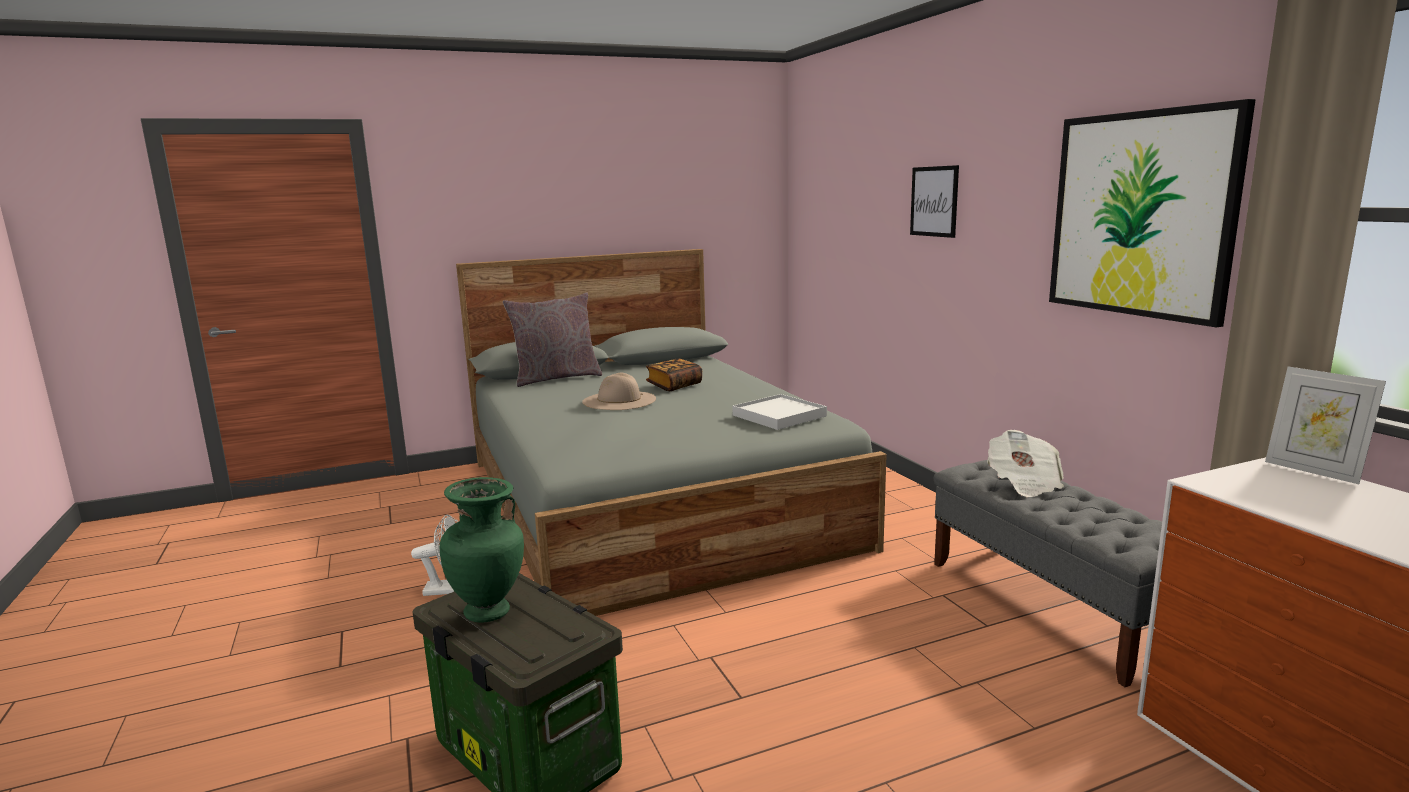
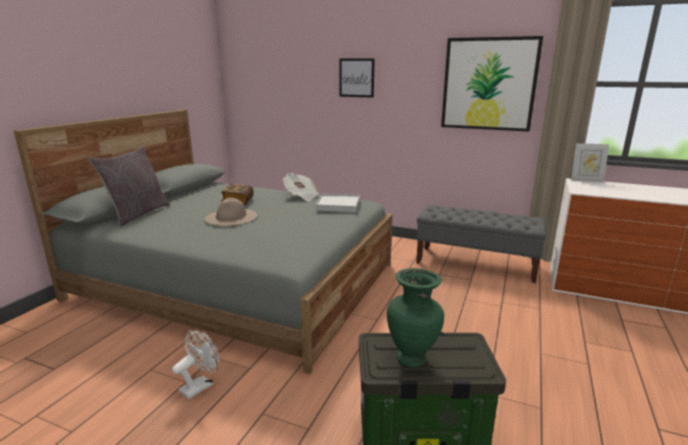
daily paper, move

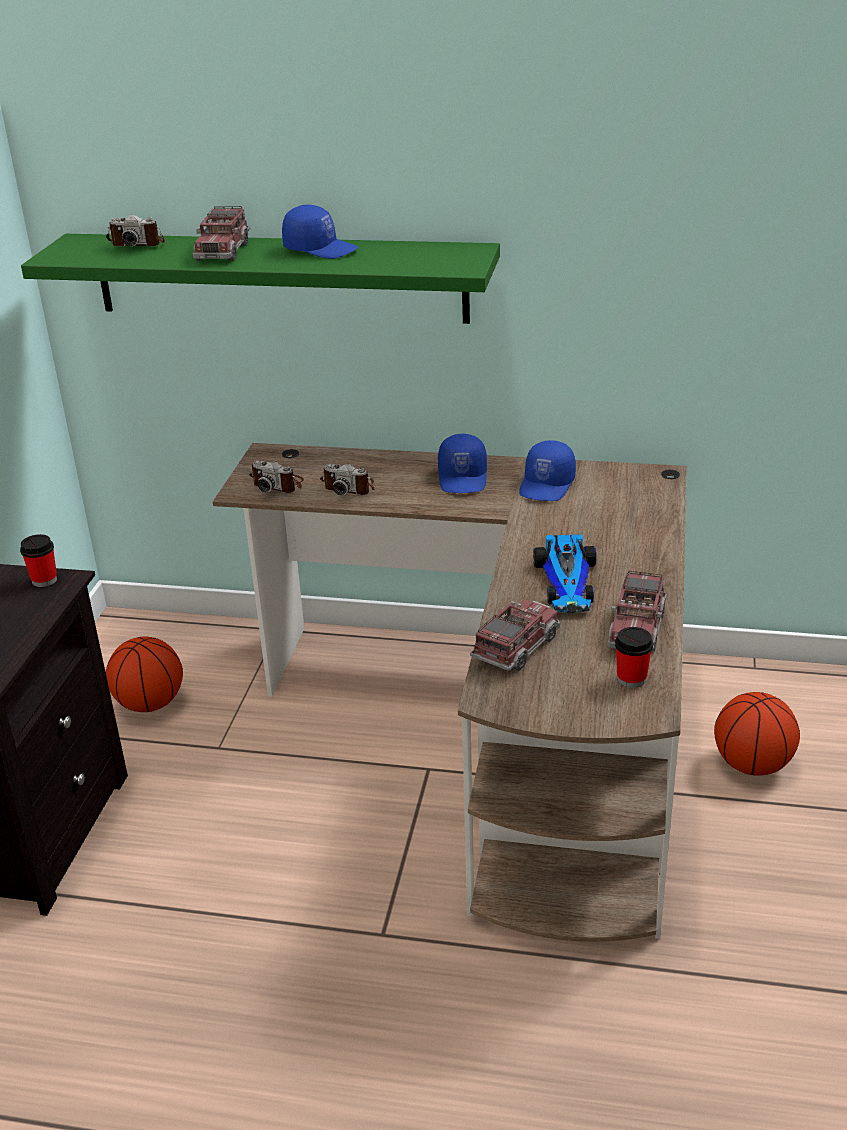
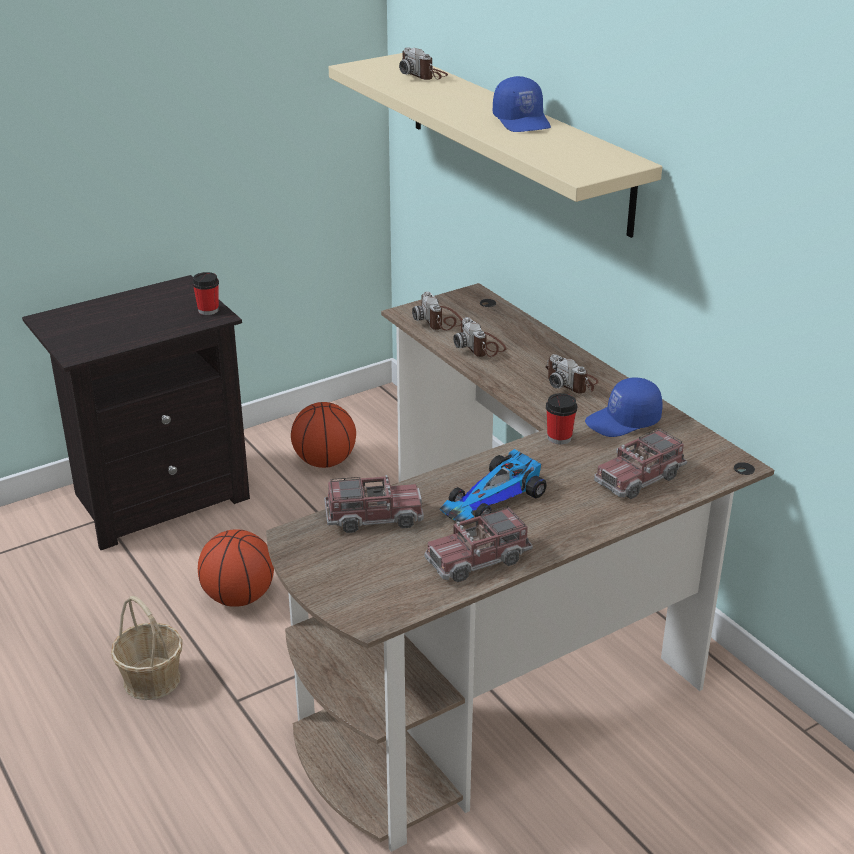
none -> storage basket
toy lorry (1st from left in the first image) -> toy lorry (3rd from left), move
small cup (2nd from left), move
ball for basketball (2nd from left in the first image) -> ball for basketball (1st from left), move
cap/bluish (2nd from left) -> photo camera (4th from left)
wall shelf/green -> wall shelf/beige-coloured

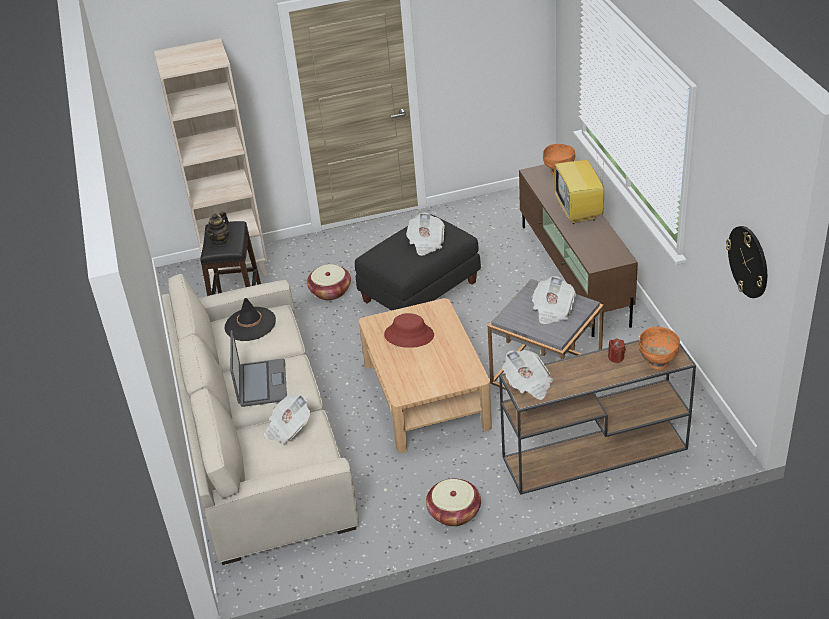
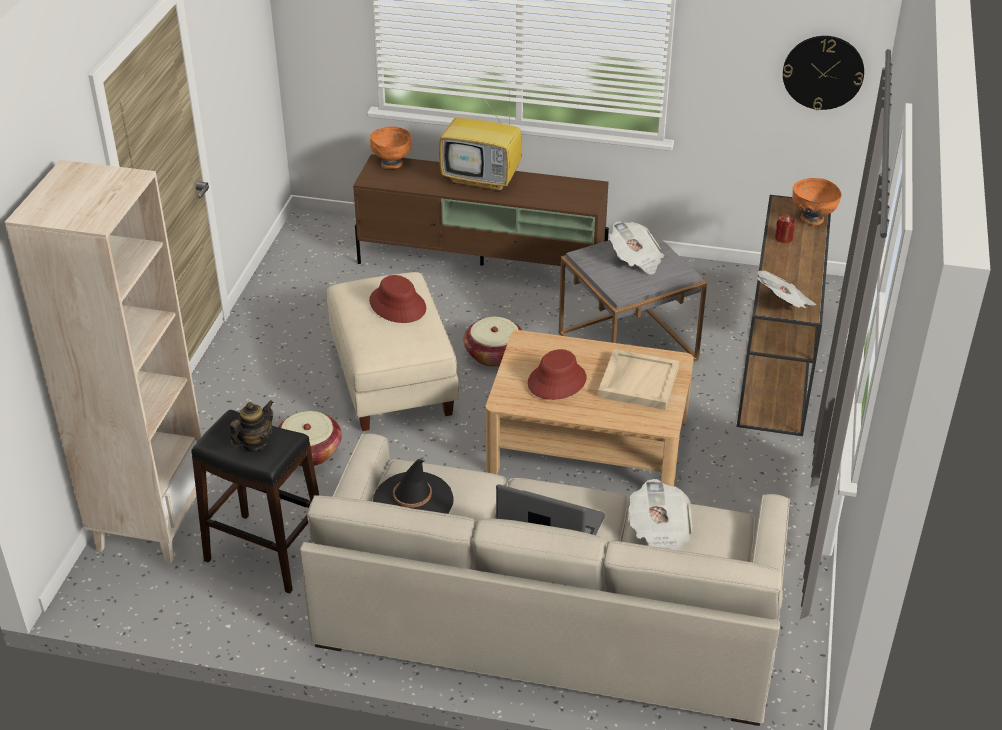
none -> tray/beige-coloured
storage basket (2nd from left), move
daily paper (2nd from left) -> hat/reddish (1st from left)
footrest/black-coloured -> footrest/beige-coloured
tea pot, 105 degrees counterclockwise

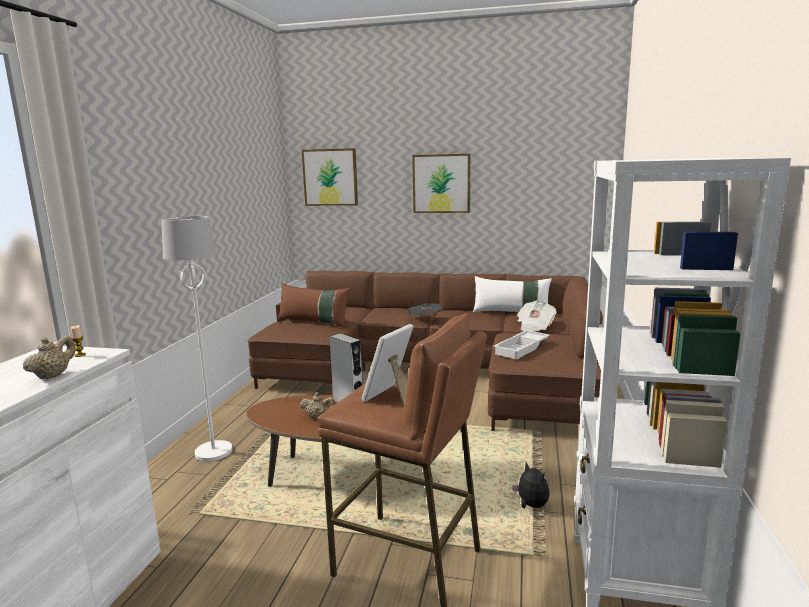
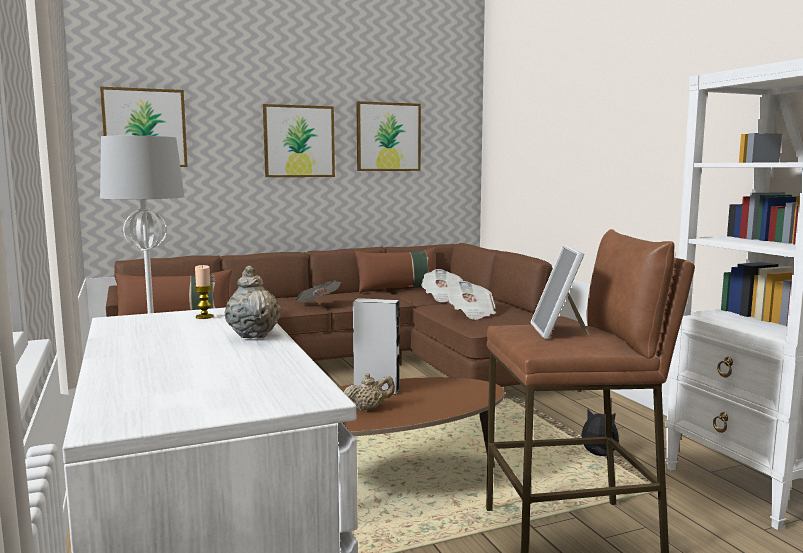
none -> picture (3rd from left)
tray/whitish -> daily paper (3rd from left)
cushion/whitish -> cushion/brown-coloured (2nd from left)

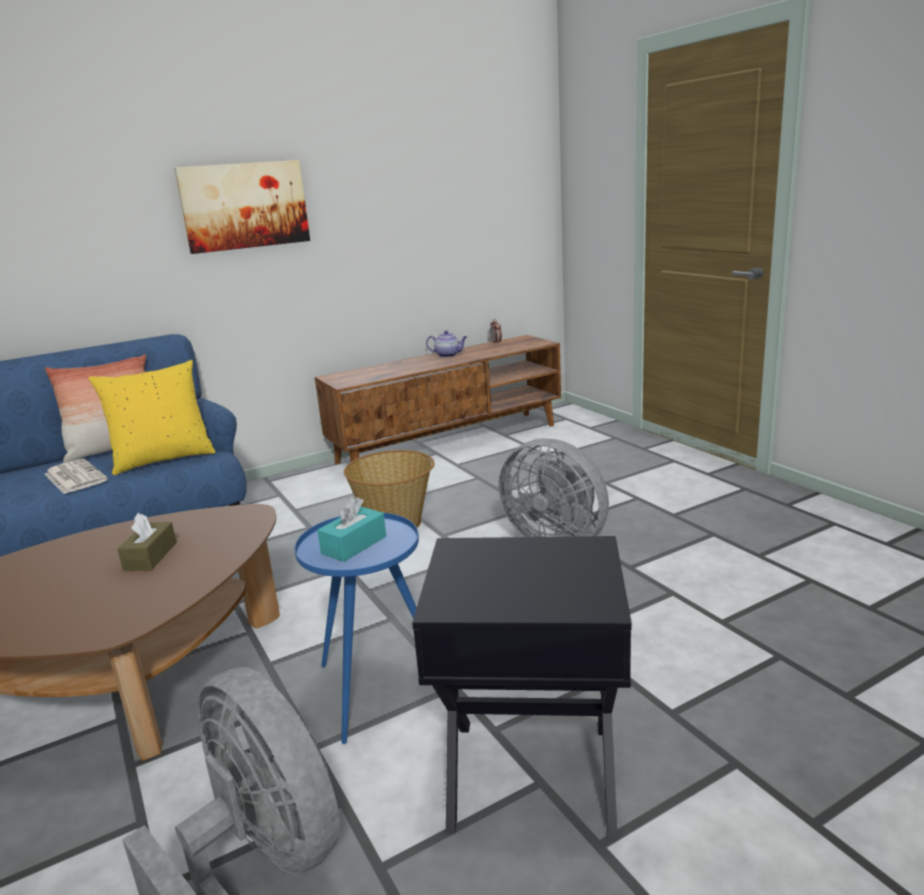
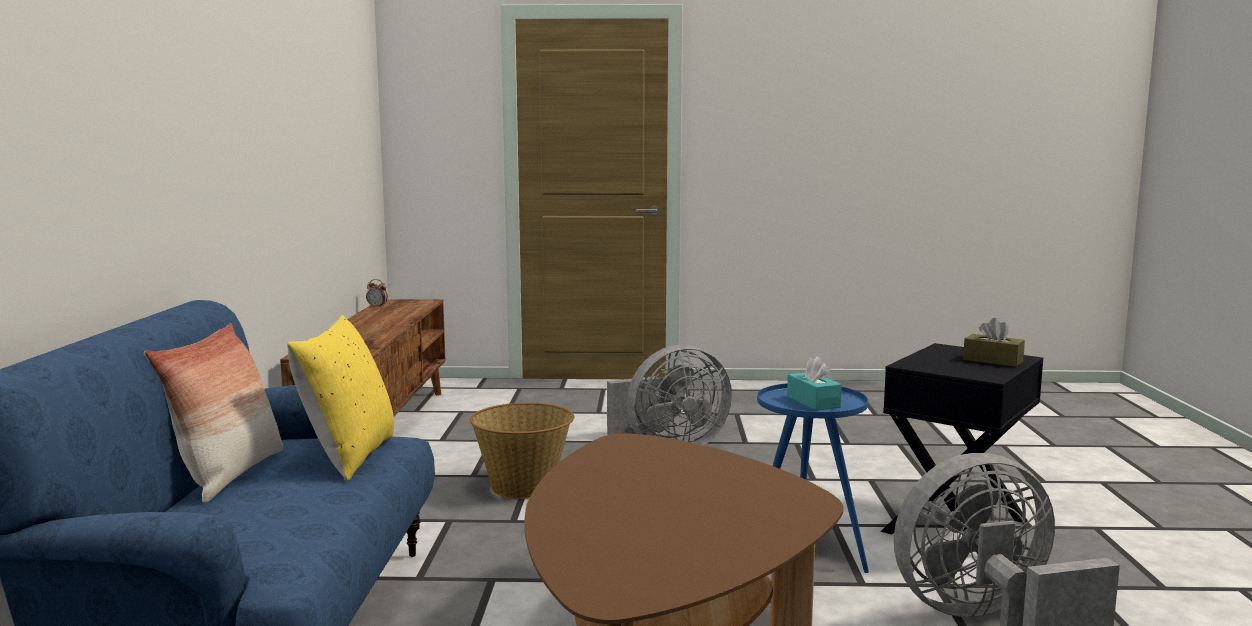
daily paper -> none
picture -> none
tea pot -> none
tissue box/brown-coloured, move

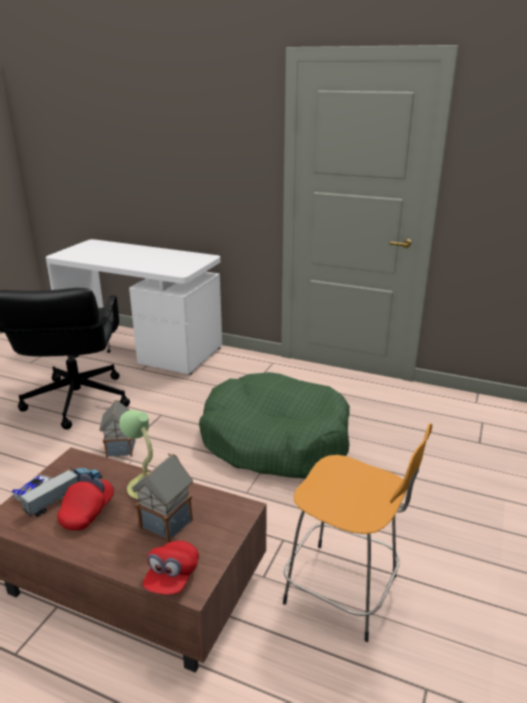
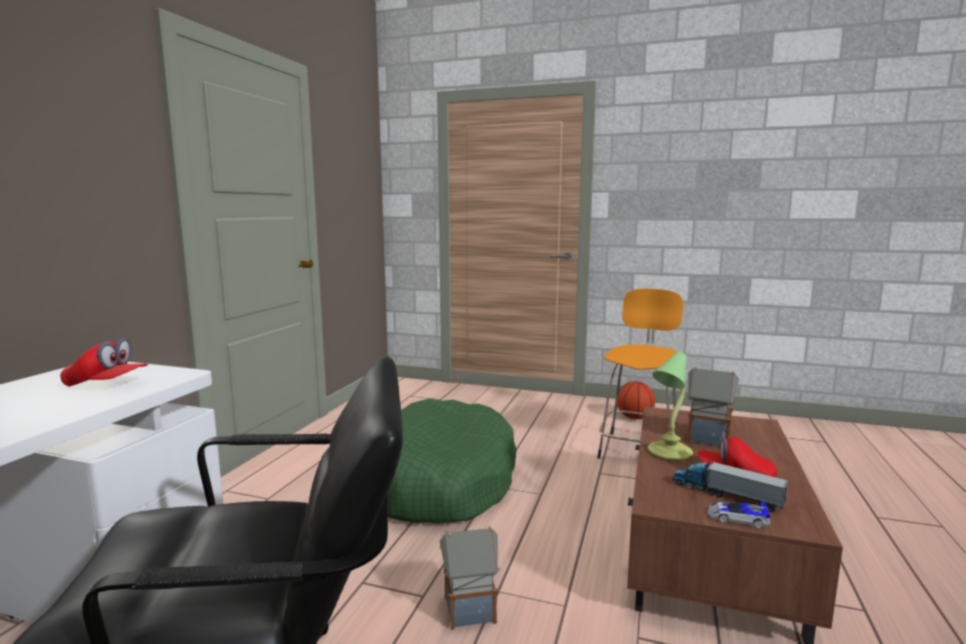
none -> ball for basketball
cap/reddish (2nd from left in the first image) -> cap/reddish (1st from left), move

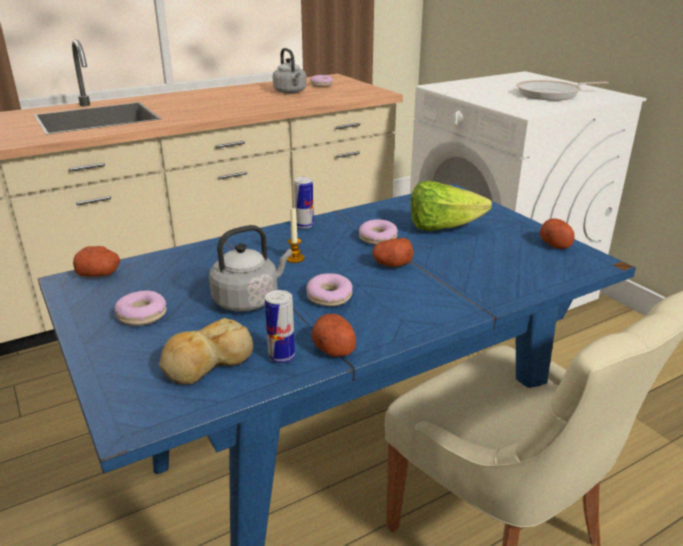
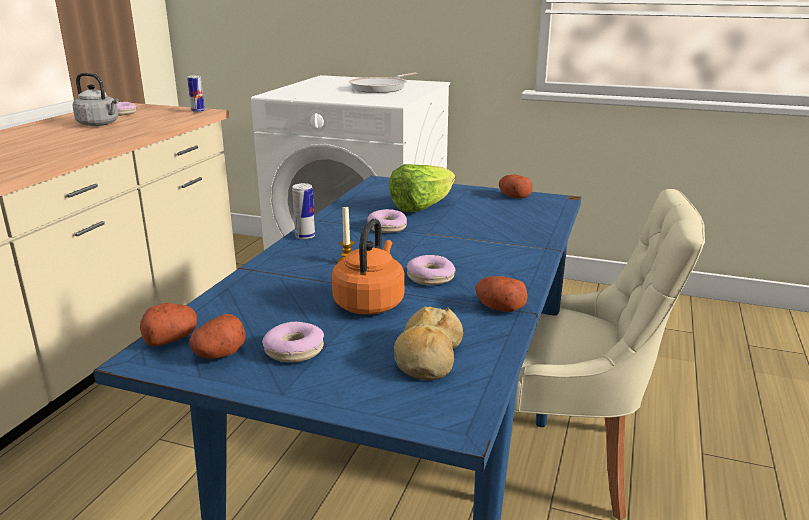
metal can (1st from left), move
spud (3rd from left in the first image) -> spud (2nd from left), move
tea kettle/gray (1st from left) -> tea kettle/orange-coloured

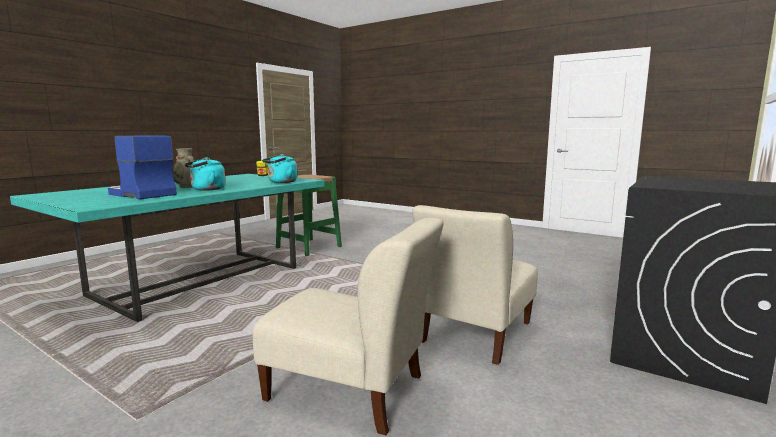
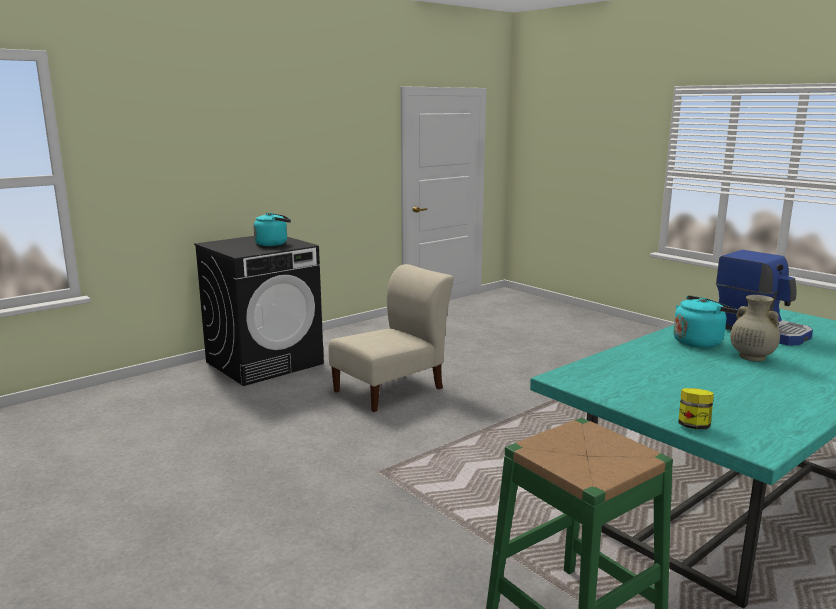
plain chair/beige-coloured (1st from left) -> none
tea kettle/turquoise (2nd from left in the first image) -> tea kettle/turquoise (1st from left), move

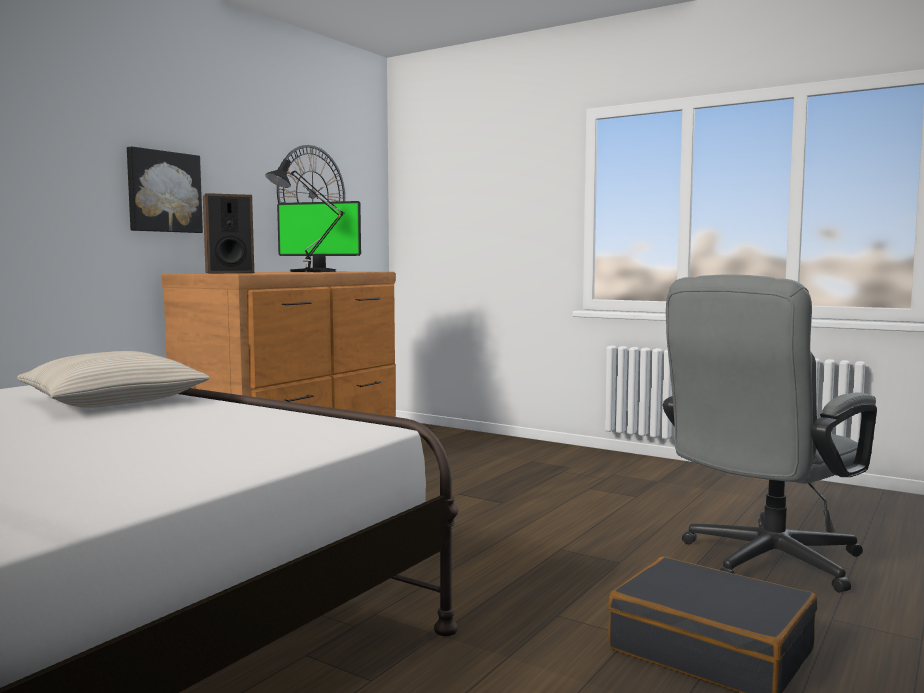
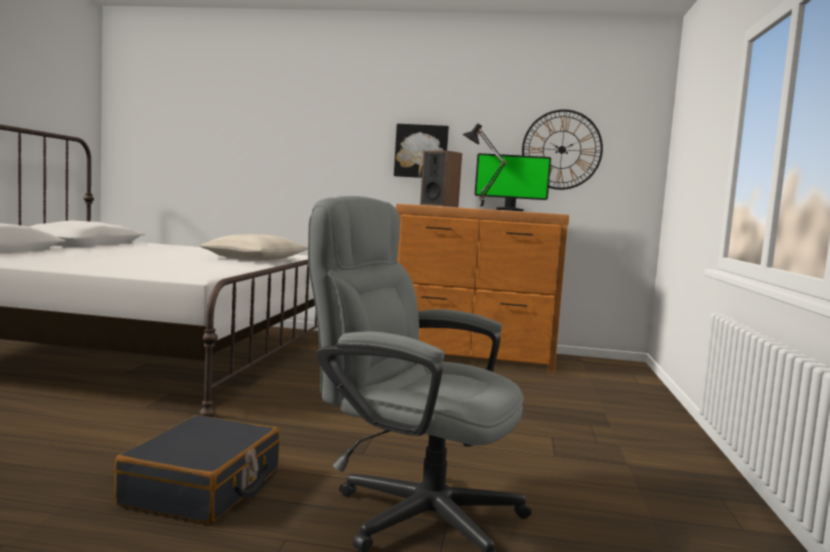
computer display, 75 degrees counterclockwise

